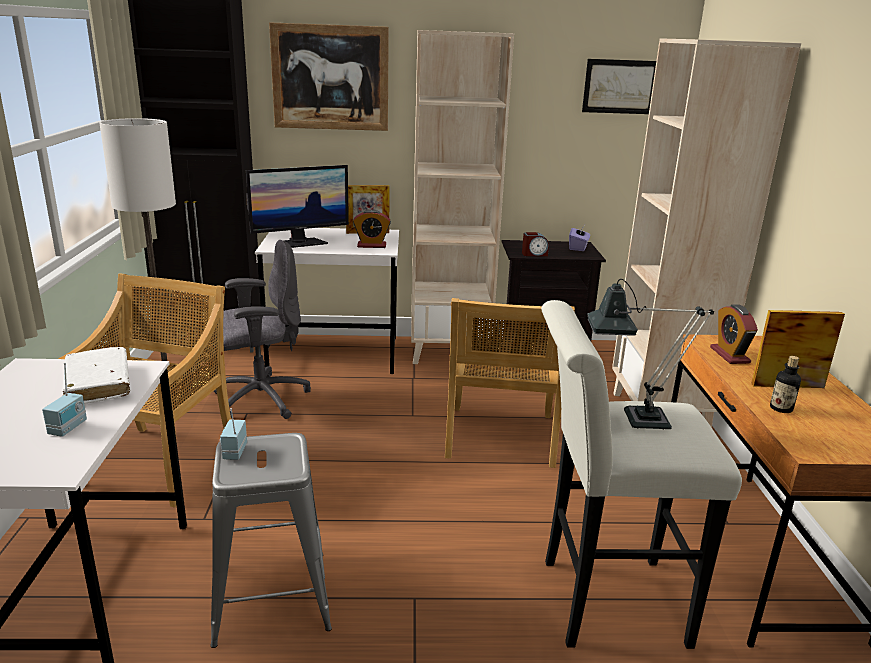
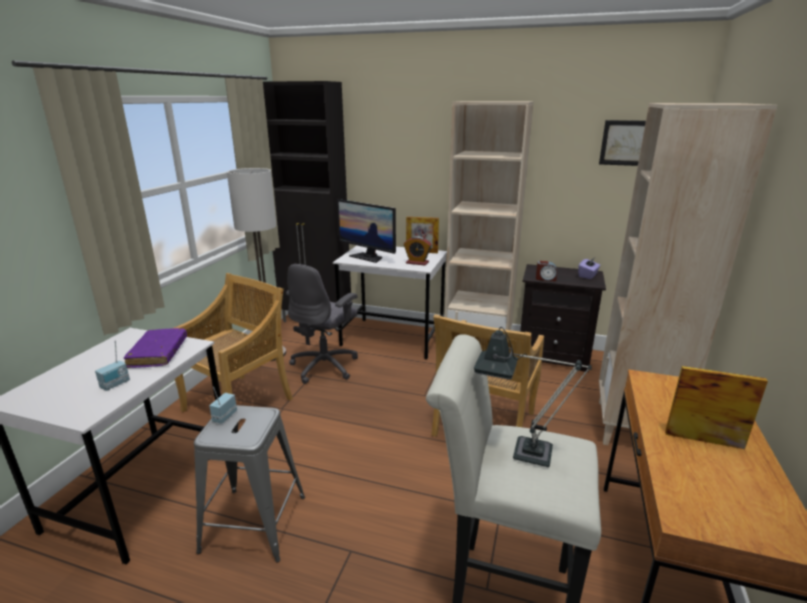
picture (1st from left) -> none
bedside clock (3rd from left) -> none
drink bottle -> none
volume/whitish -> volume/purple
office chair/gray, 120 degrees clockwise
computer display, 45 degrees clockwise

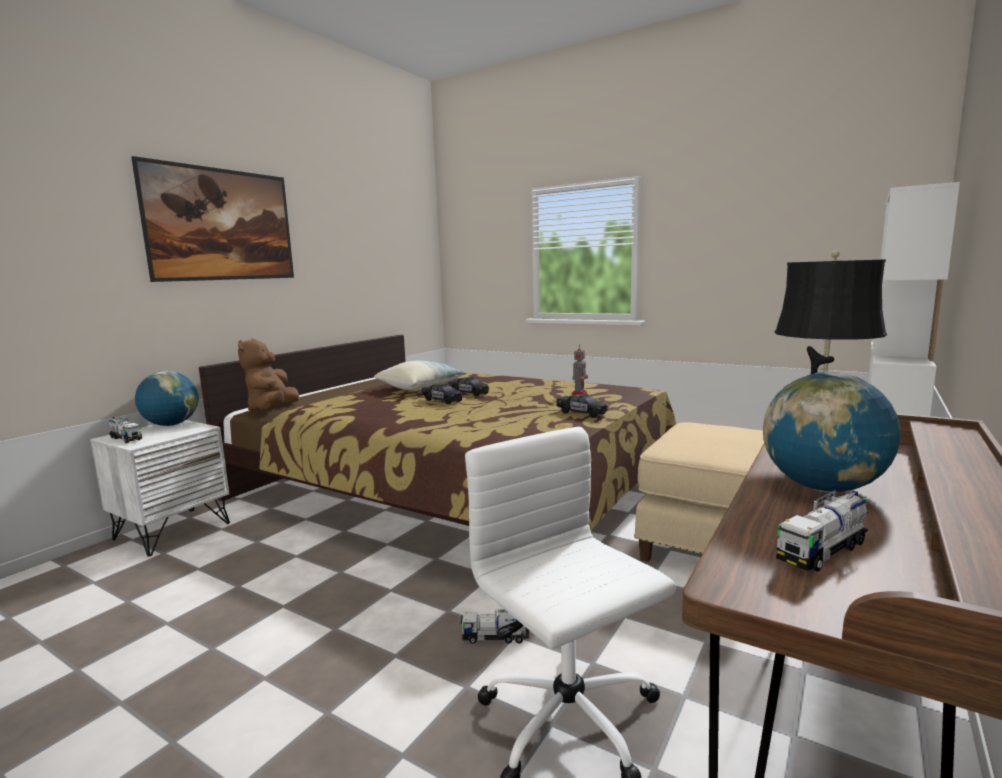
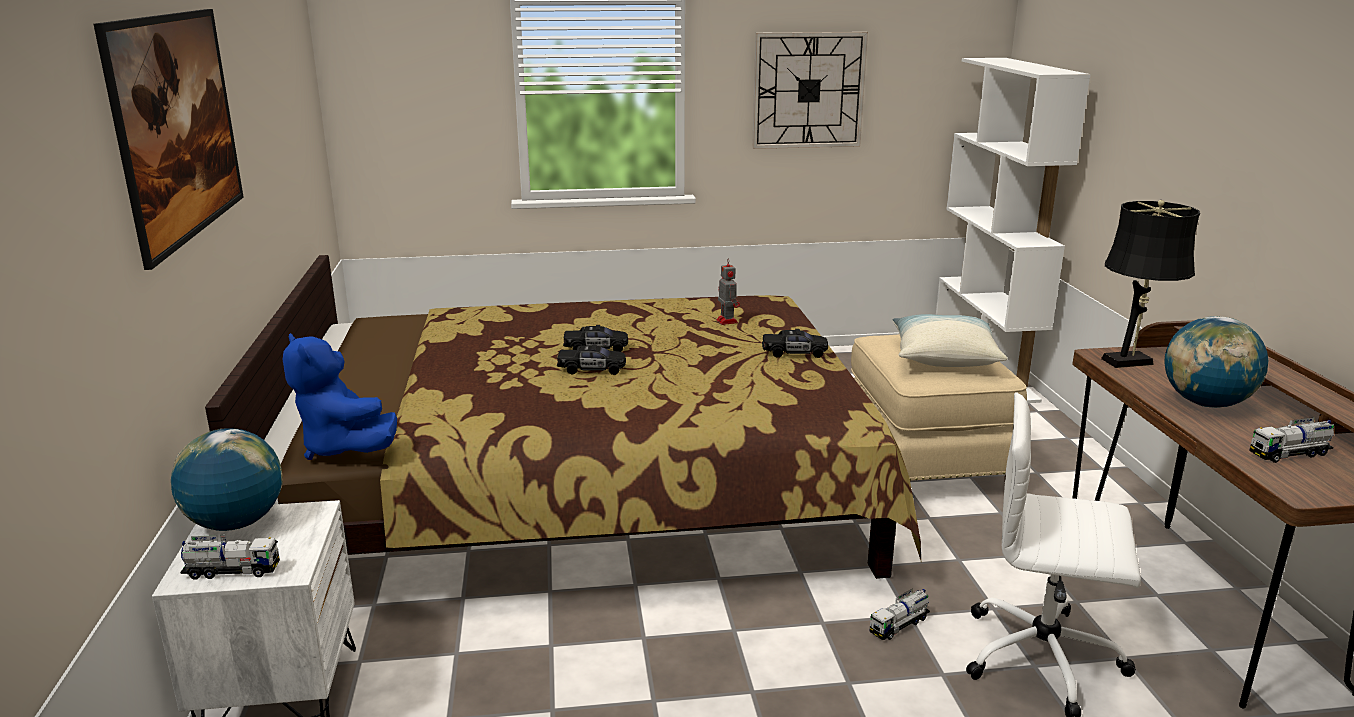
none -> hanging clock
cushion, move
soft toy/brown-coloured -> soft toy/bluish
toy lorry (3rd from left), 60 degrees clockwise

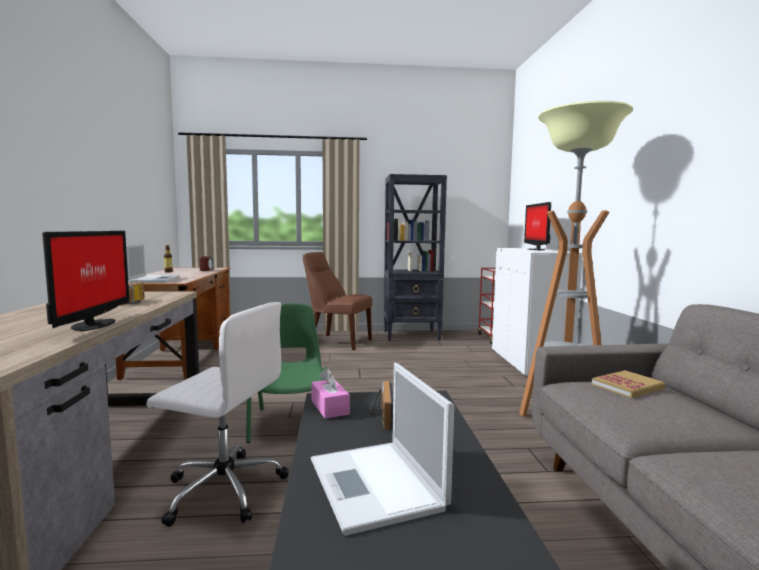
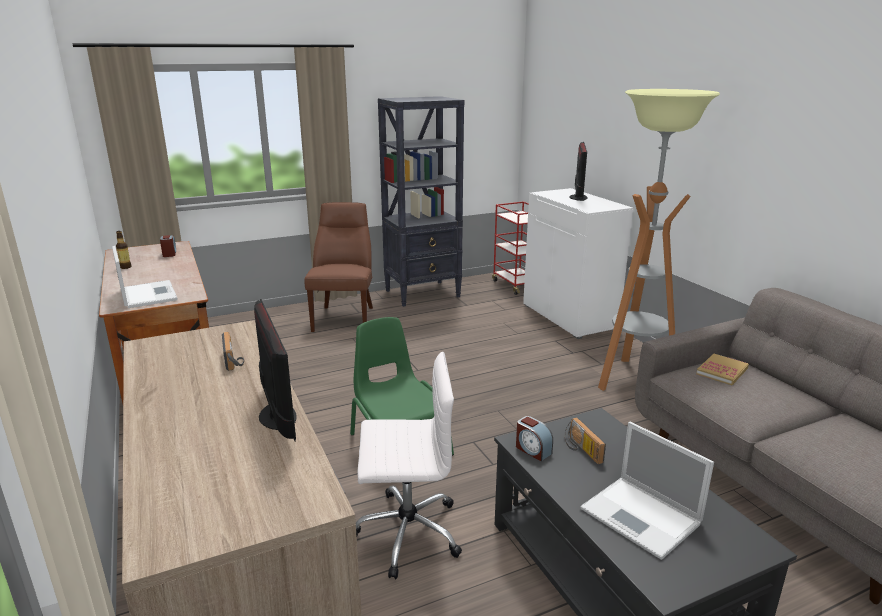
tissue box/pinkish -> bedside clock (2nd from left)
plain chair/brown-coloured, 90 degrees clockwise
computer display (2nd from left), 150 degrees counterclockwise

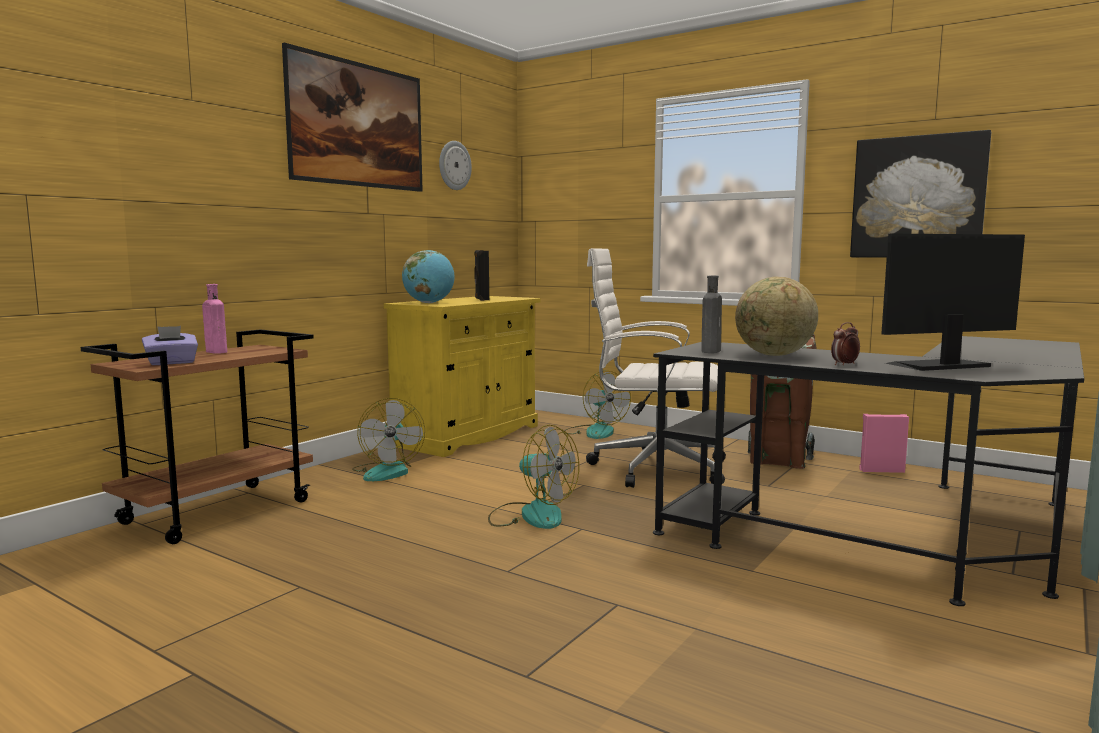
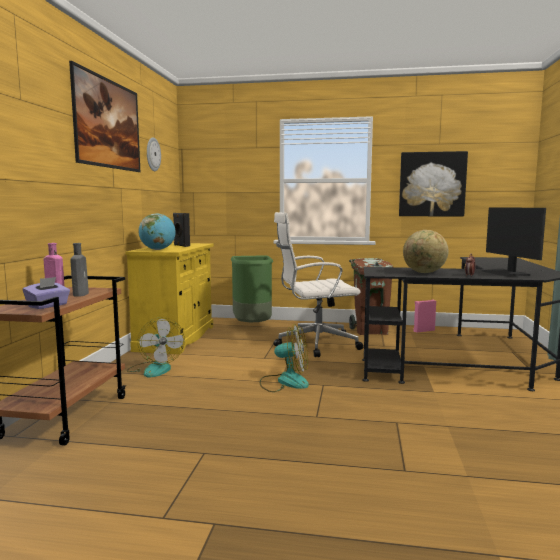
drink bottle/gray, move
electric fan (3rd from left) -> waste bin/green
computer display, 60 degrees counterclockwise

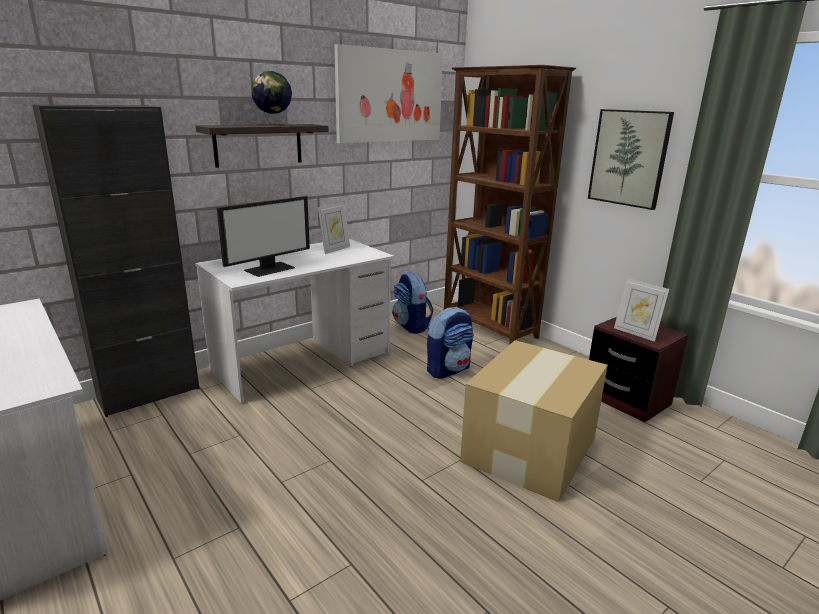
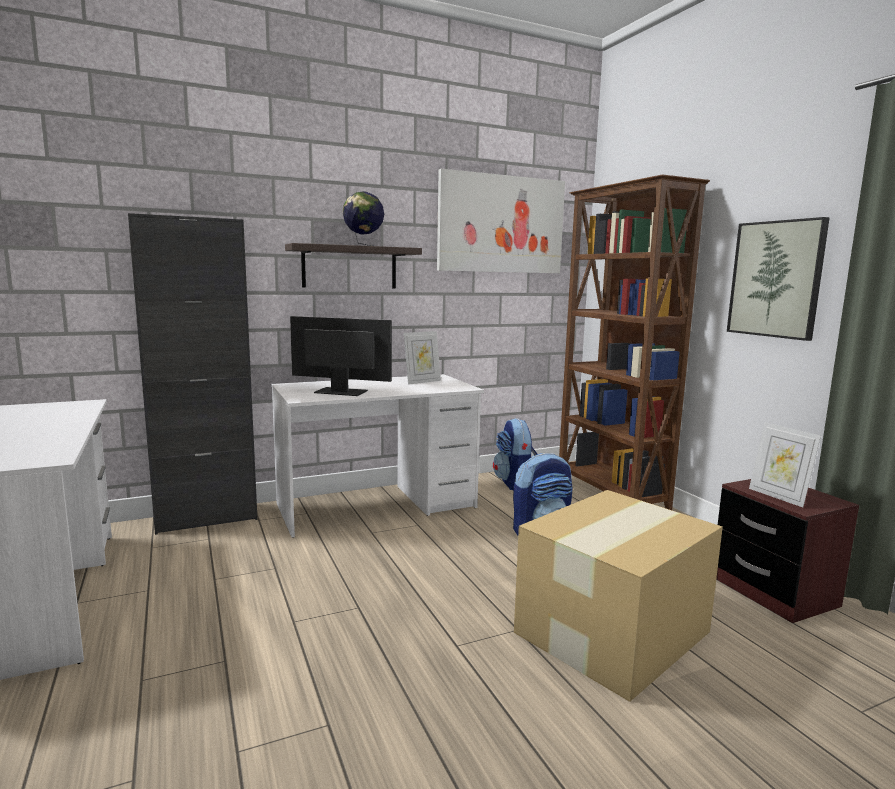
computer display, 135 degrees counterclockwise

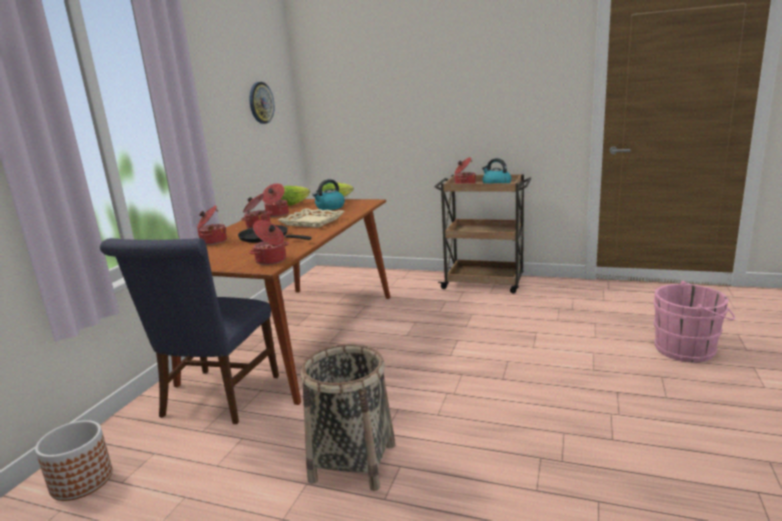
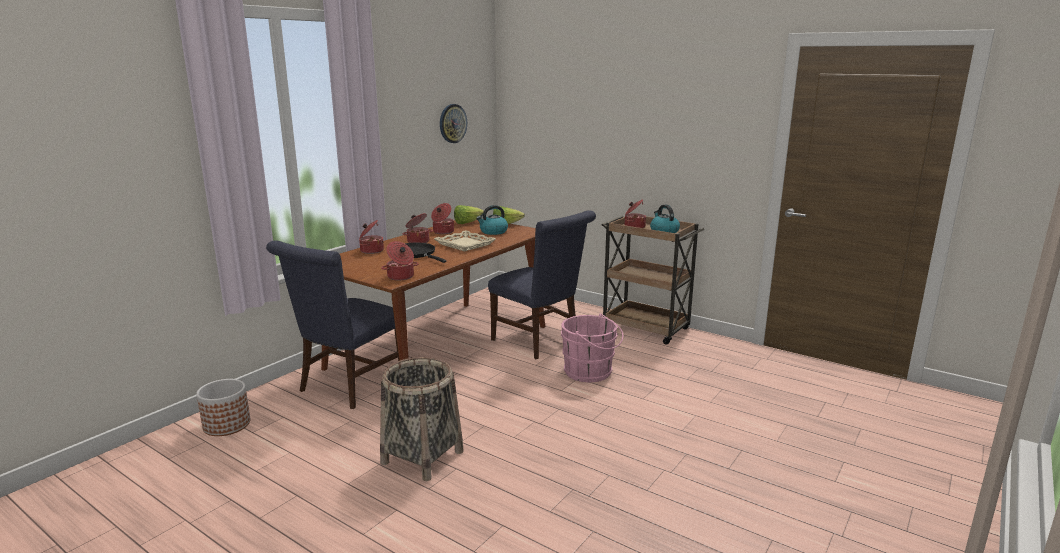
none -> plain chair/bluish (2nd from left)
water bucket/pinkish, move

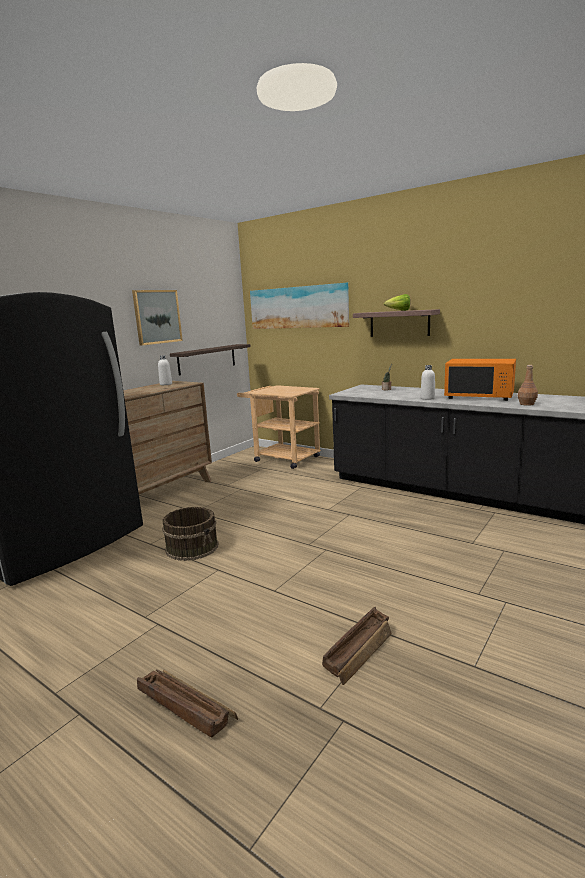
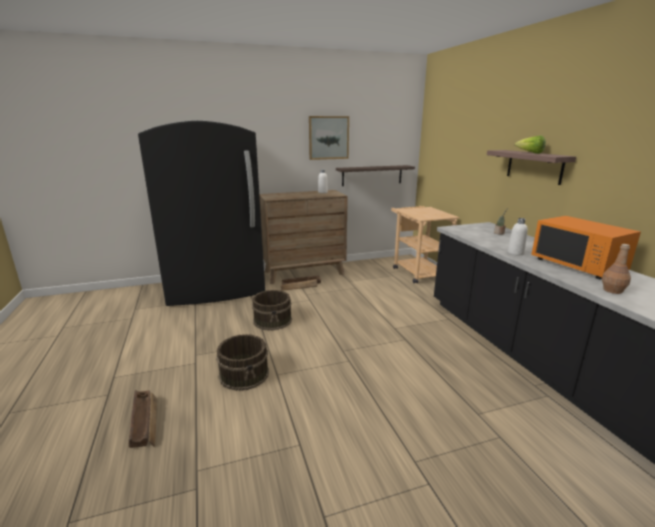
picture (2nd from left) -> none
none -> water bucket/brown-coloured (1st from left)
packing crate (2nd from left), move

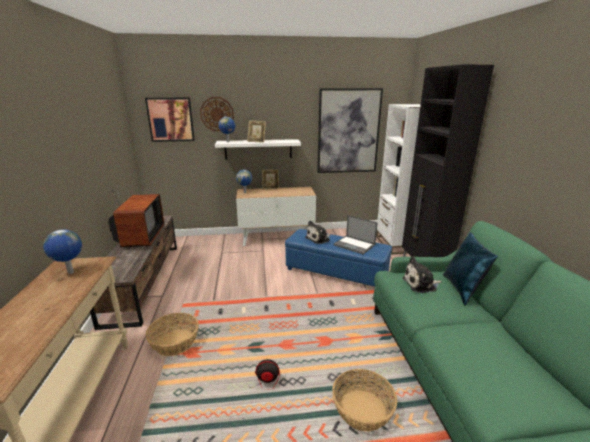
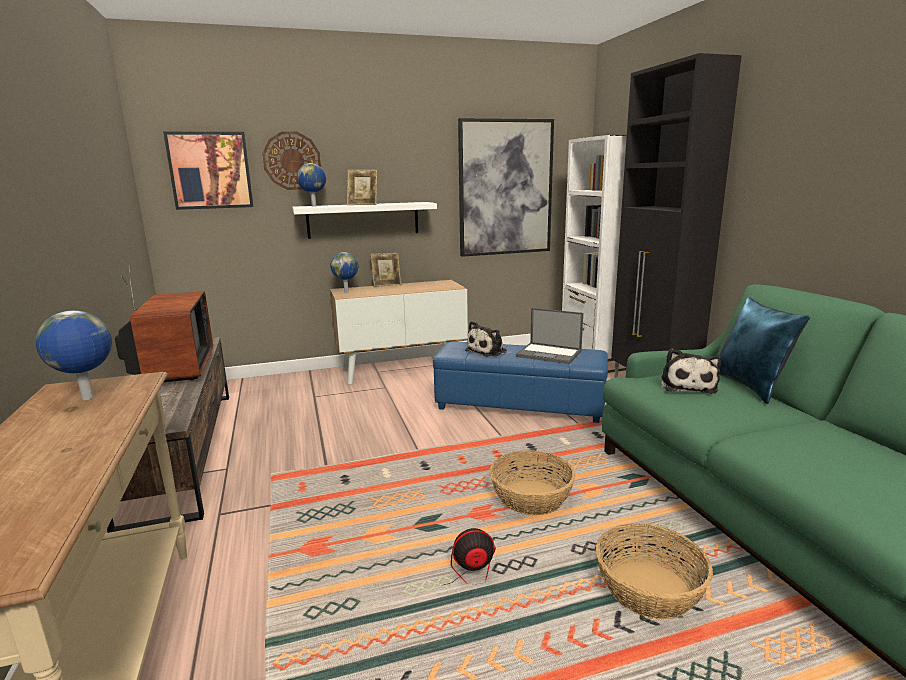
storage basket (1st from left), move
soft toy (2nd from left), 60 degrees counterclockwise

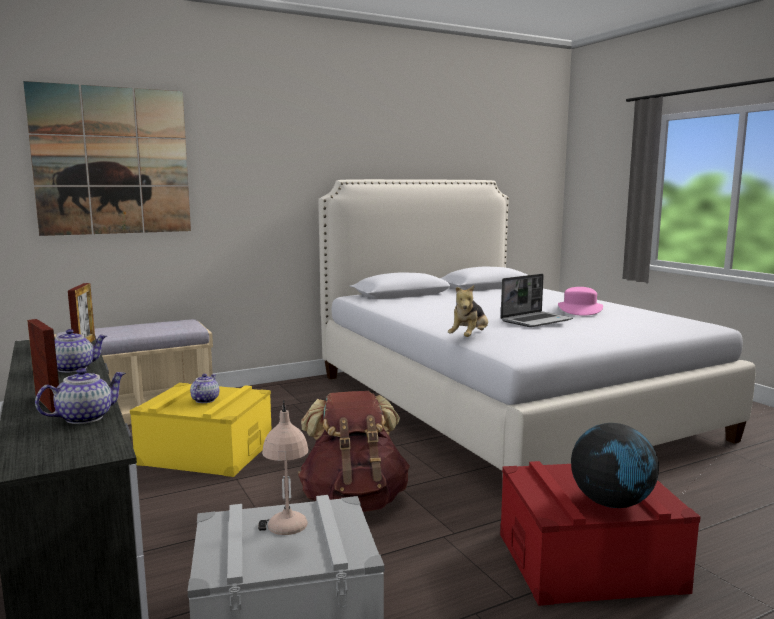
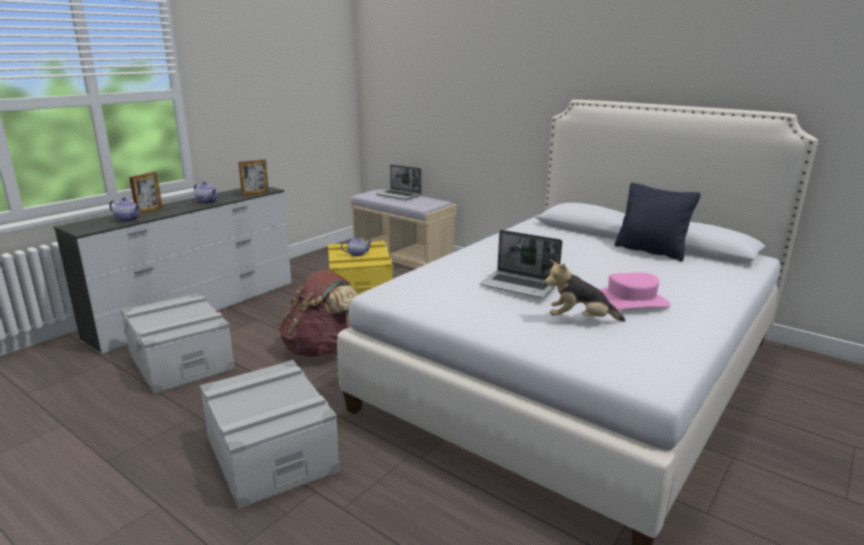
picture -> none
table lamp/beige-coloured -> none
globe -> none
none -> notebook computer (1st from left)
none -> cushion/black-coloured
soft toy, move
storage box/reddish -> storage box/gray (2nd from left)

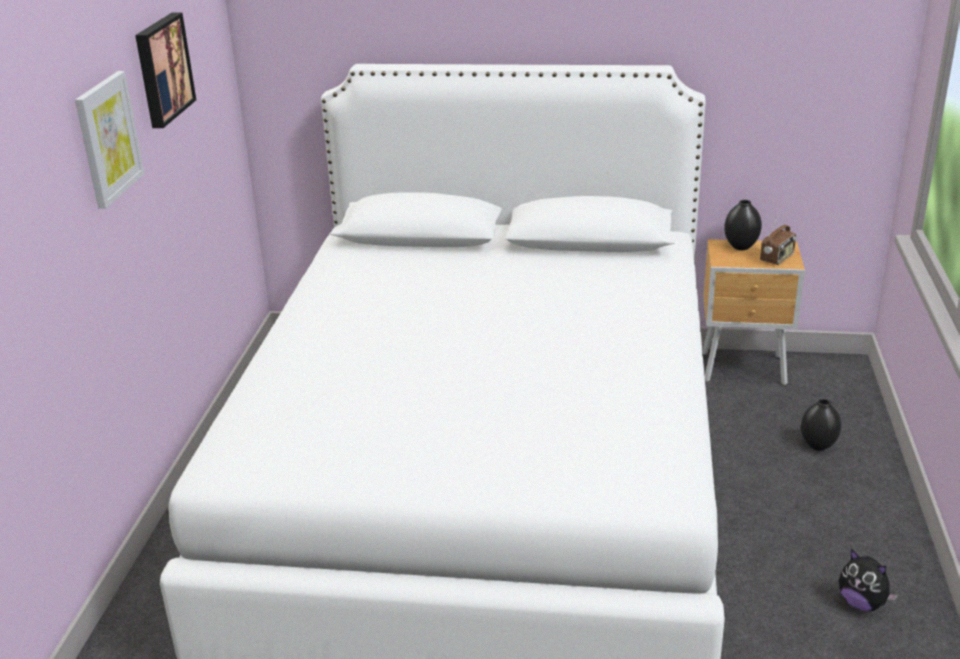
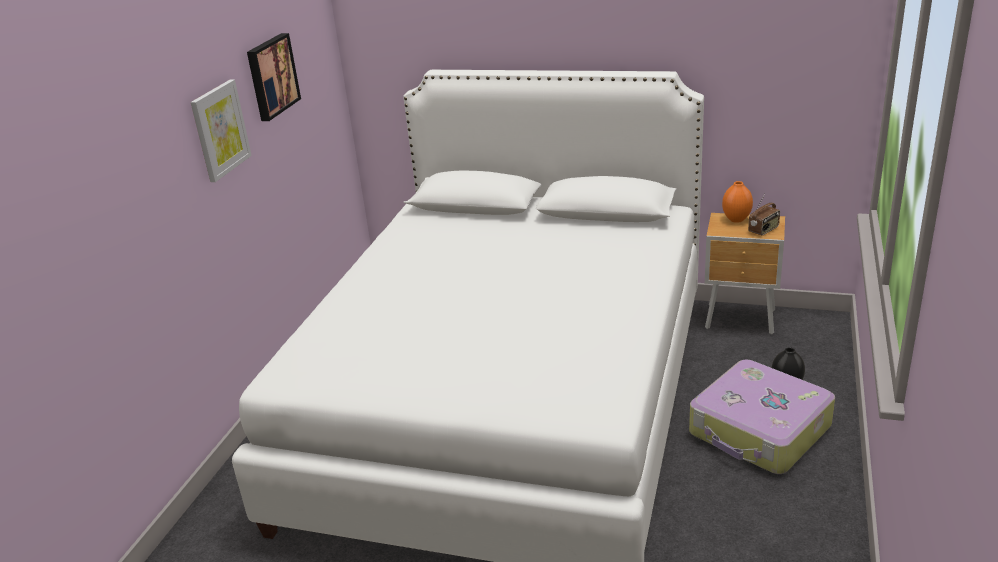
soft toy -> none
none -> piece of luggage
vase/black-coloured (1st from left) -> vase/orange-coloured

